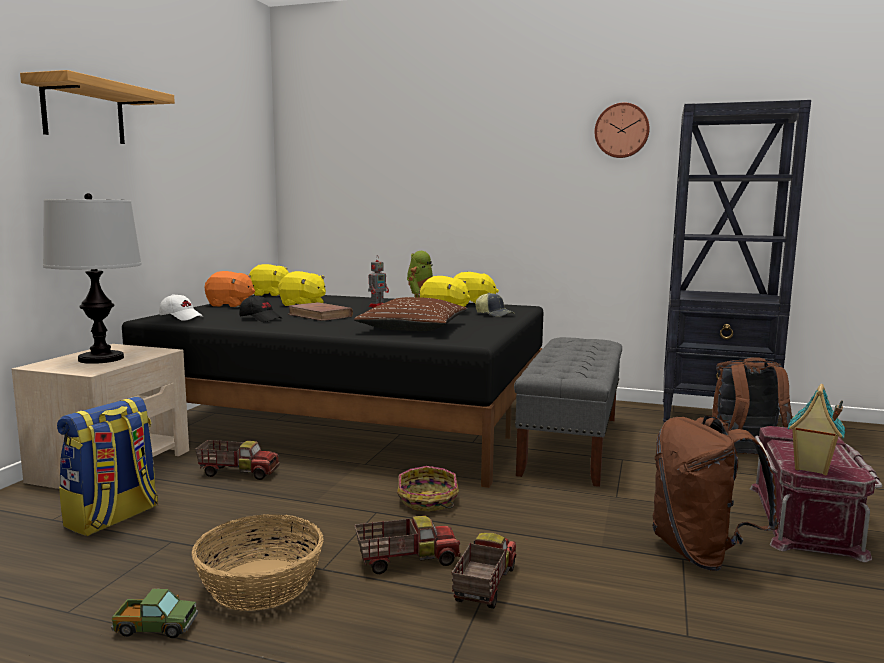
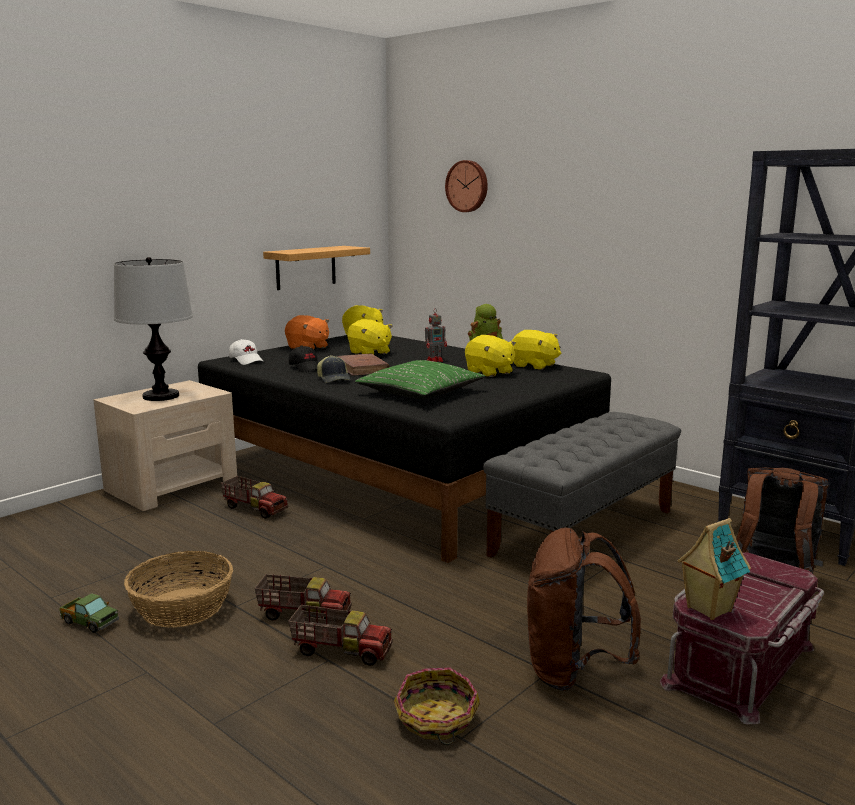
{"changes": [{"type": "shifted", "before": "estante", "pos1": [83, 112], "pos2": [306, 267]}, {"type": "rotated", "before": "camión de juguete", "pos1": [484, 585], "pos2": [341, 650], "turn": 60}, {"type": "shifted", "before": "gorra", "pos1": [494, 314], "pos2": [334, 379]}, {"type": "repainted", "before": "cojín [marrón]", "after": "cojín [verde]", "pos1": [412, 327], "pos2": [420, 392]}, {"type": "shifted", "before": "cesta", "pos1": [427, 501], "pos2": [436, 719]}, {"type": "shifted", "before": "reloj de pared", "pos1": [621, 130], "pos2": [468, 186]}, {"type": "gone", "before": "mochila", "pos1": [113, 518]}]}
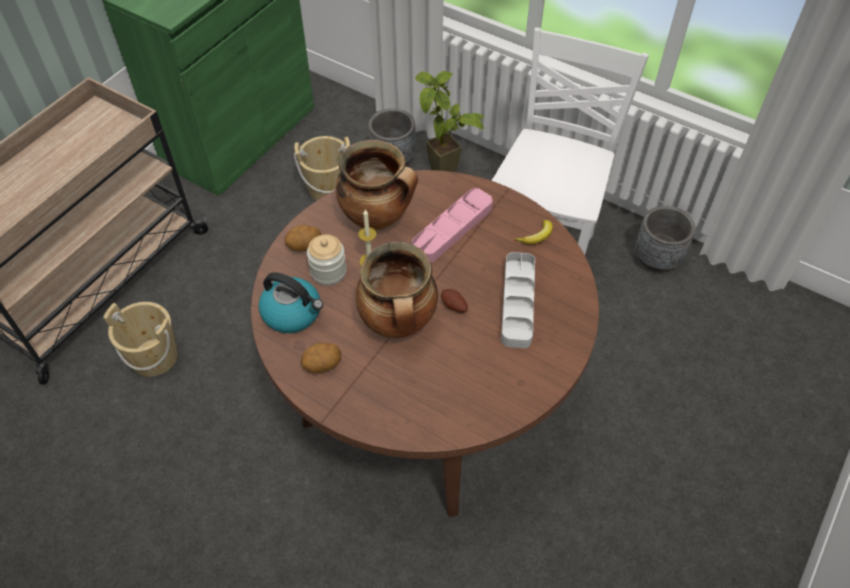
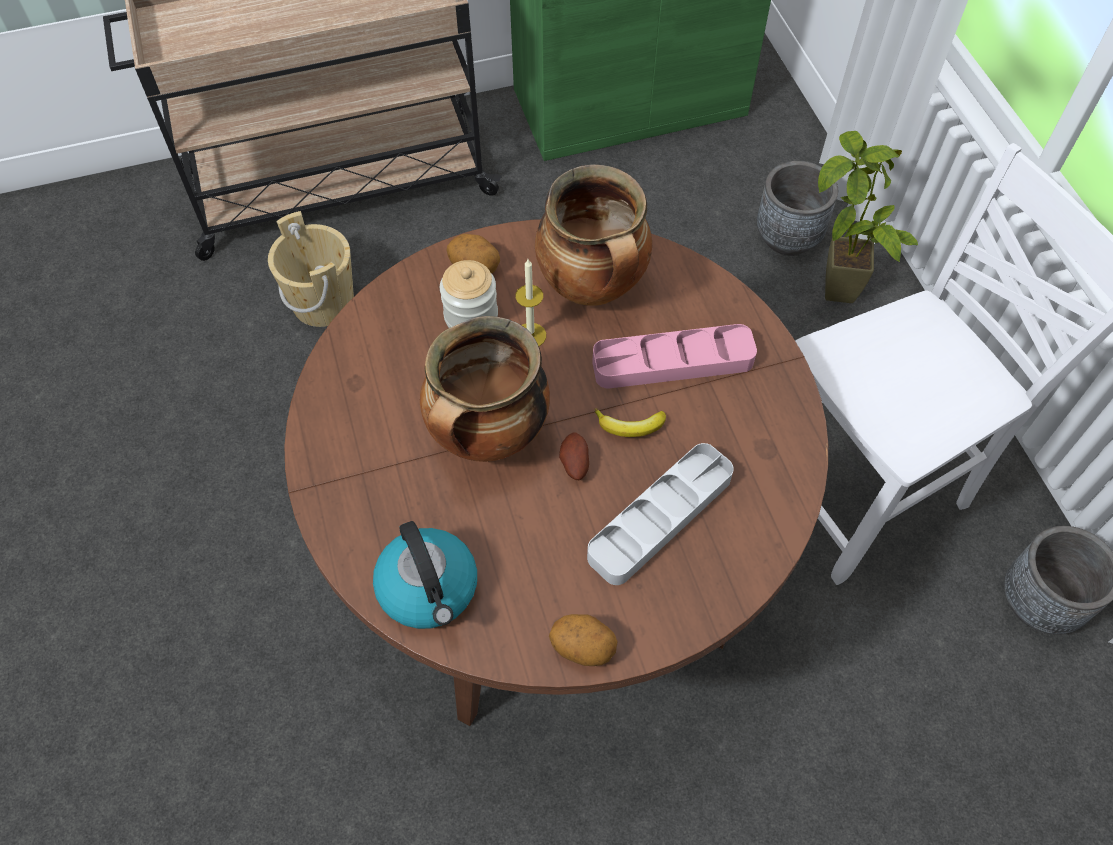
{"changes": [{"type": "shifted", "before": "hervidor", "pos1": [293, 313], "pos2": [429, 589]}, {"type": "shifted", "before": "patata", "pos1": [322, 365], "pos2": [583, 647]}, {"type": "shifted", "before": "plátano", "pos1": [536, 236], "pos2": [630, 426]}, {"type": "gone", "before": "cubo [beis]", "pos1": [327, 188]}]}
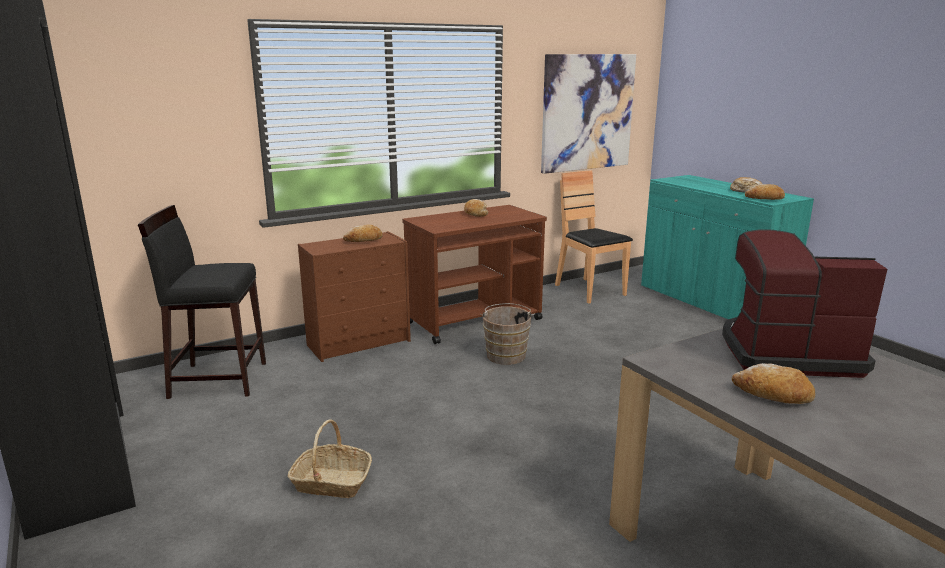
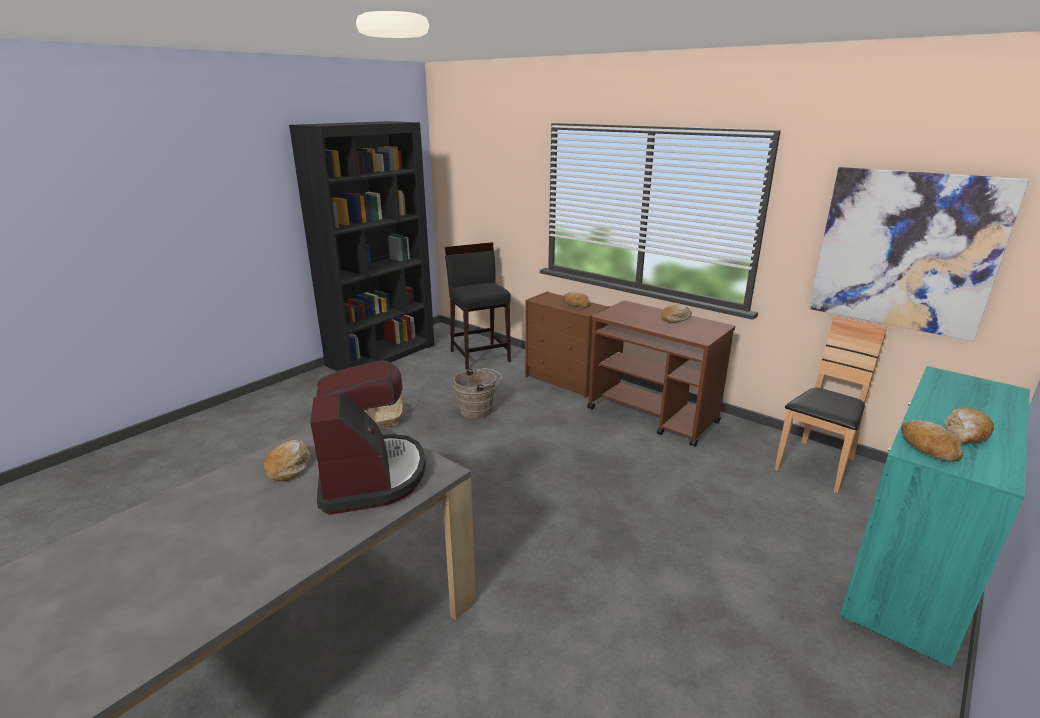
{"changes": [{"type": "shifted", "before": "cubo [marrón]", "pos1": [506, 354], "pos2": [478, 410]}]}
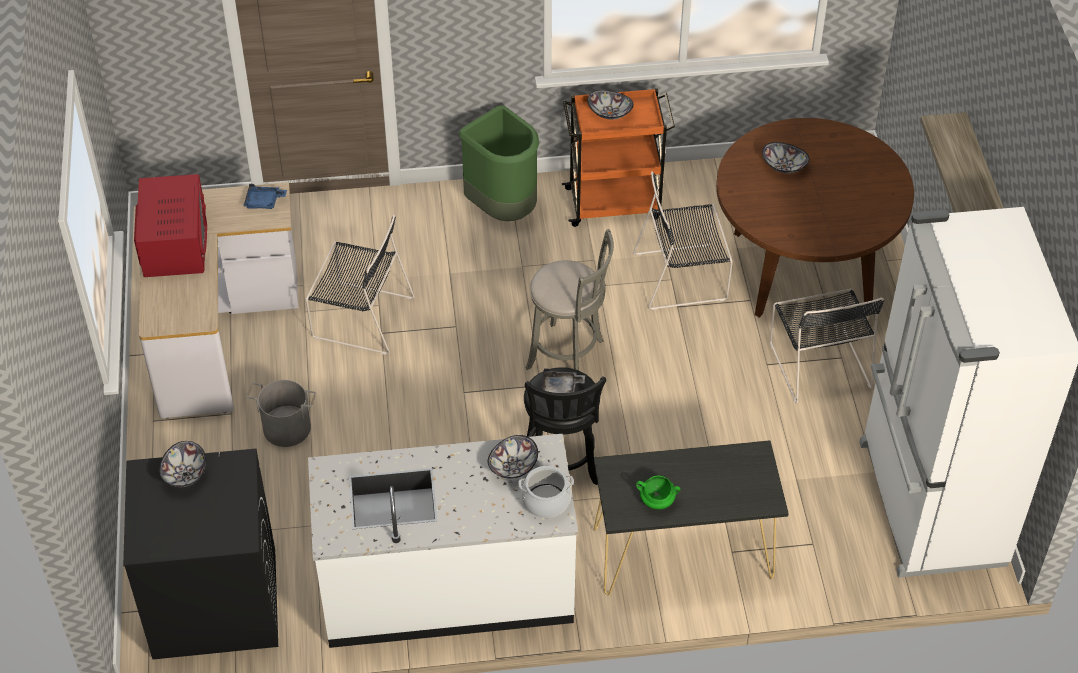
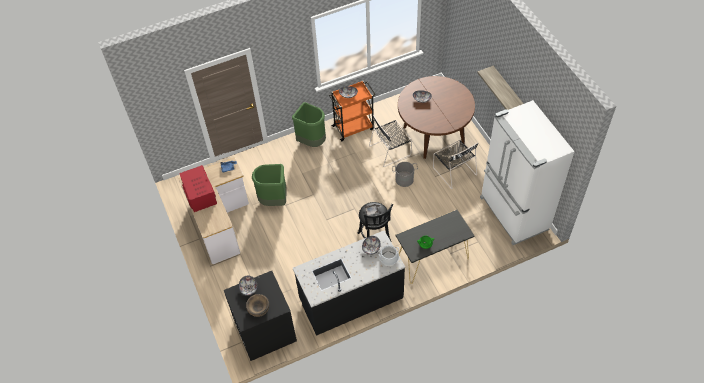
{"changes": [{"type": "new", "after": "cuenco [marrón]", "pos2": [258, 308]}, {"type": "swapped", "before": "silla [negro]", "after": "papelera [verde]", "pos1": [360, 317], "pos2": [274, 201]}, {"type": "repainted", "before": "mueble bajo de cocina [blanco]", "after": "mueble bajo de cocina [negro]", "pos1": [447, 587], "pos2": [351, 298]}, {"type": "shifted", "before": "cubo [gris]", "pos1": [287, 427], "pos2": [404, 179]}, {"type": "gone", "before": "taburete [gris]", "pos1": [569, 356]}]}
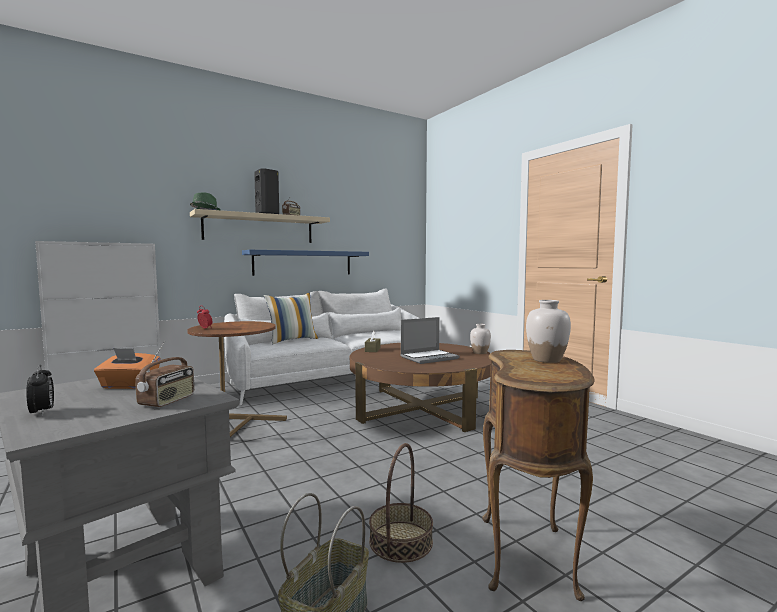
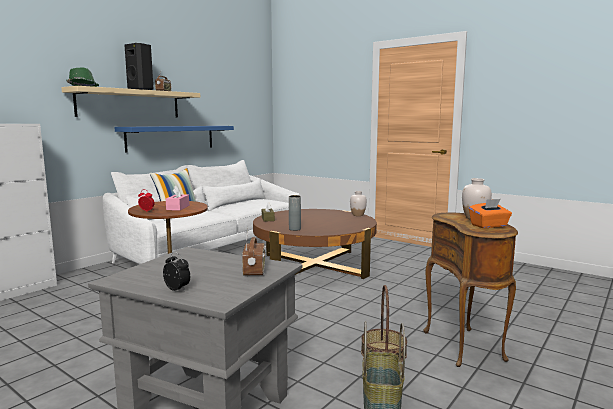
{"changes": [{"type": "new", "after": "caja de pañuelos [rosa]", "pos2": [178, 207]}, {"type": "new", "after": "florero [gris]", "pos2": [294, 229]}, {"type": "shifted", "before": "caja de pañuelos [naranja]", "pos1": [129, 386], "pos2": [489, 226]}, {"type": "gone", "before": "portátil", "pos1": [429, 357]}]}
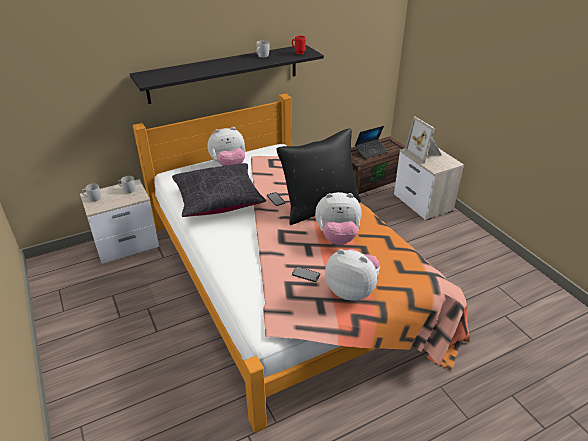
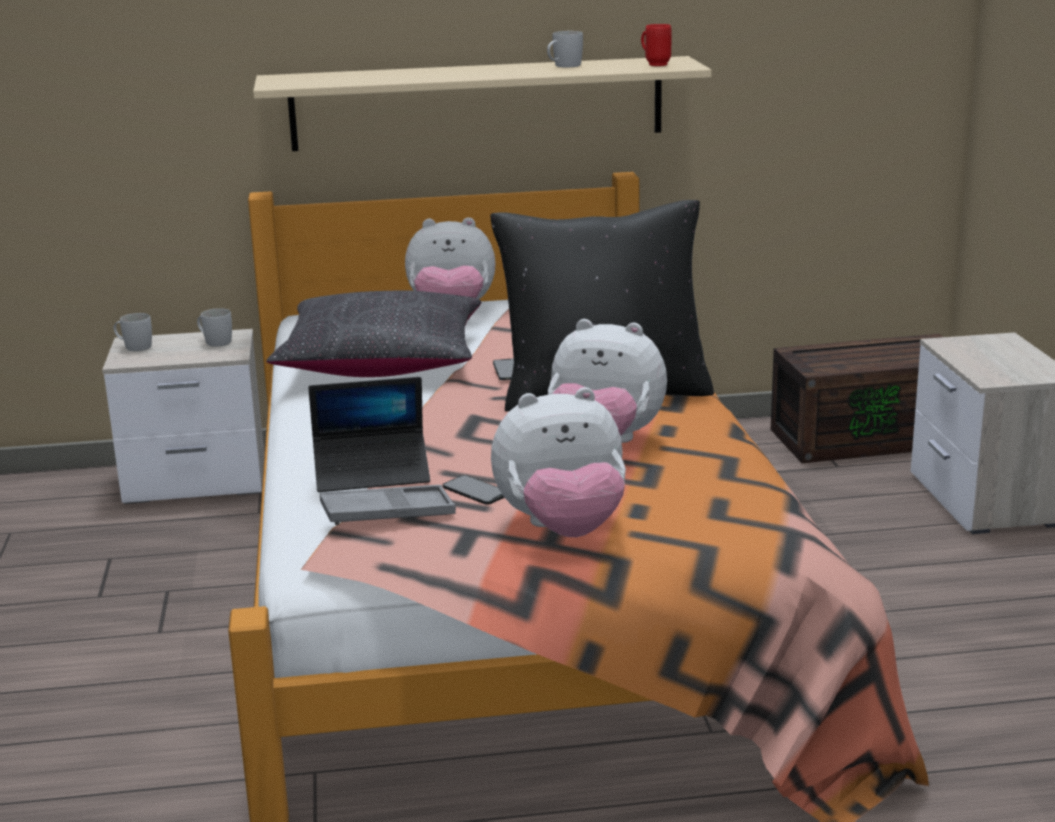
{"changes": [{"type": "repainted", "before": "estante [negro]", "after": "estante [beis]", "pos1": [224, 73], "pos2": [477, 103]}, {"type": "shifted", "before": "portátil", "pos1": [371, 151], "pos2": [372, 473]}, {"type": "new", "after": "bandeja [gris]", "pos2": [388, 513]}, {"type": "rotated", "before": "peluche", "pos1": [352, 290], "pos2": [562, 529], "turn": 120}, {"type": "gone", "before": "portarretratos", "pos1": [424, 153]}]}
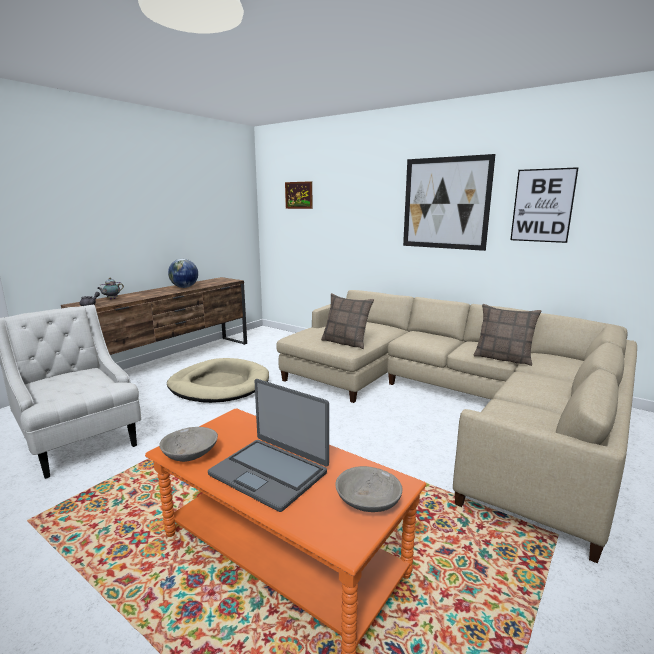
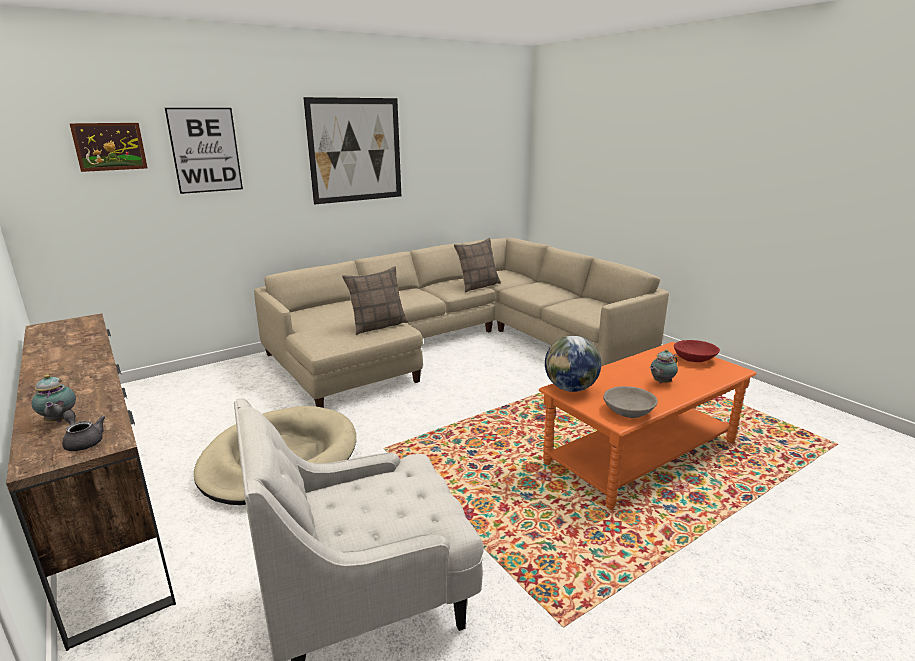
{"changes": [{"type": "shifted", "before": "cuadro", "pos1": [542, 205], "pos2": [205, 150]}, {"type": "shifted", "before": "globo terráqueo", "pos1": [184, 287], "pos2": [570, 388]}, {"type": "swapped", "before": "portátil", "after": "tetera", "pos1": [269, 473], "pos2": [660, 382]}, {"type": "repainted", "before": "cuenco [gris]", "after": "cuenco [rojo]", "pos1": [367, 501], "pos2": [694, 358]}]}
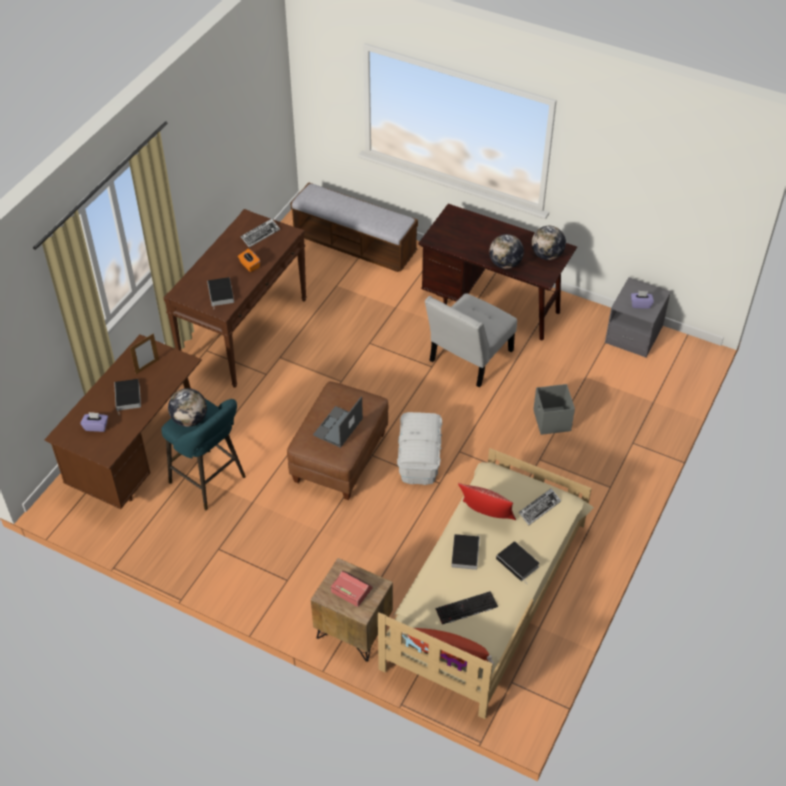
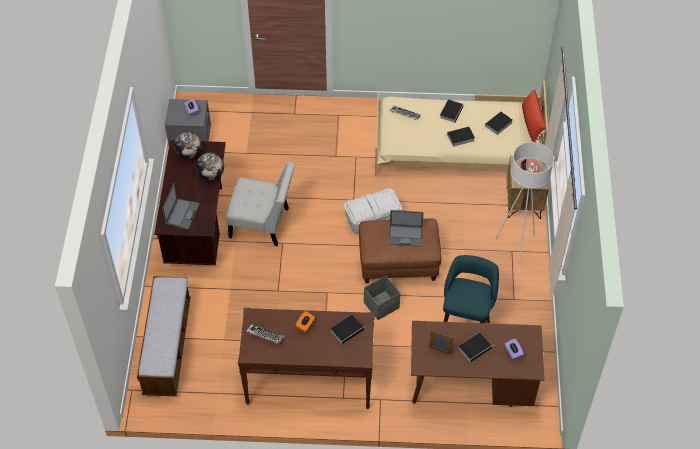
{"changes": [{"type": "new", "after": "portátil", "pos2": [182, 213]}, {"type": "shifted", "before": "caja de almacenaje [gris]", "pos1": [551, 421], "pos2": [382, 305]}, {"type": "swapped", "before": "teclado", "after": "libro", "pos1": [466, 609], "pos2": [498, 125]}, {"type": "new", "after": "lámpara de pie [blanco]", "pos2": [516, 246]}, {"type": "gone", "before": "globo terráqueo", "pos1": [190, 419]}, {"type": "gone", "before": "cojín", "pos1": [486, 516]}]}
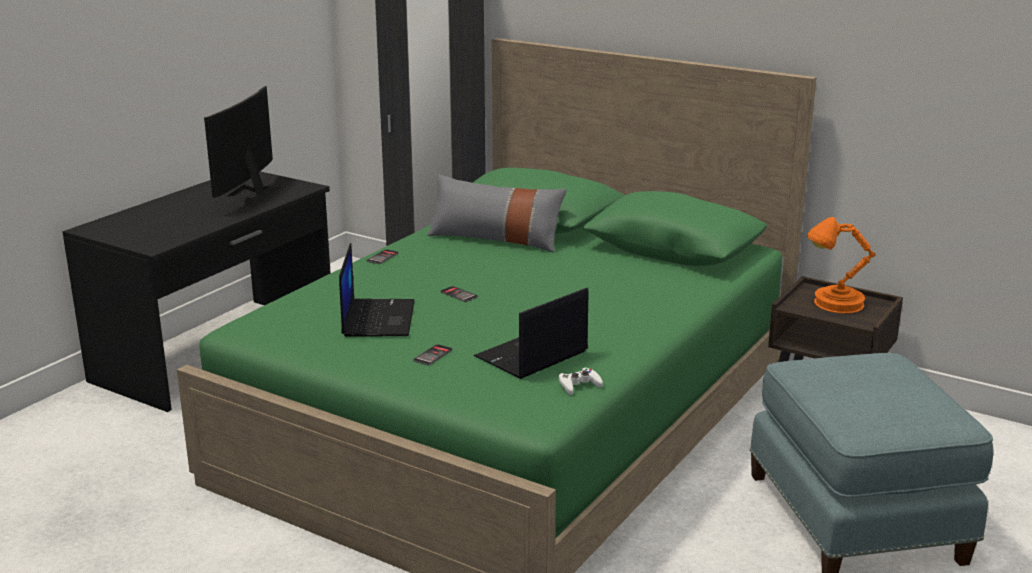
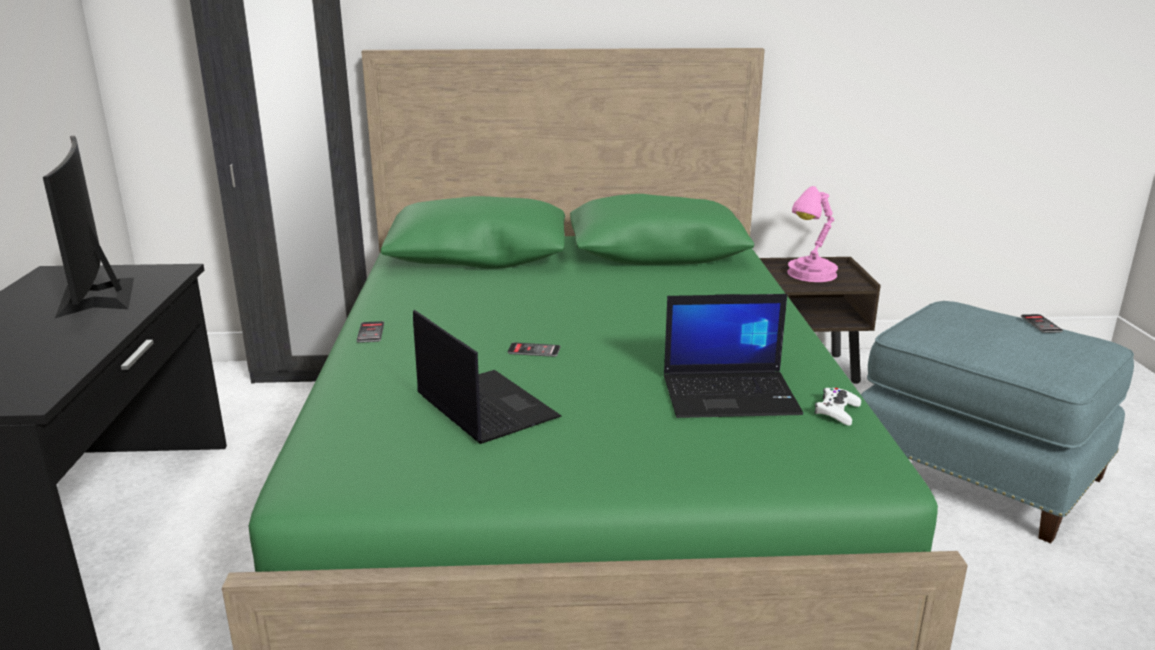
{"changes": [{"type": "rotated", "before": "portátil", "pos1": [531, 355], "pos2": [731, 395], "turn": -105}, {"type": "repainted", "before": "lámpara de mesa [naranja]", "after": "lámpara de mesa [rosa]", "pos1": [835, 304], "pos2": [810, 275]}, {"type": "shifted", "before": "móvil", "pos1": [433, 355], "pos2": [1041, 324]}, {"type": "gone", "before": "cojín [gris]", "pos1": [495, 239]}]}
